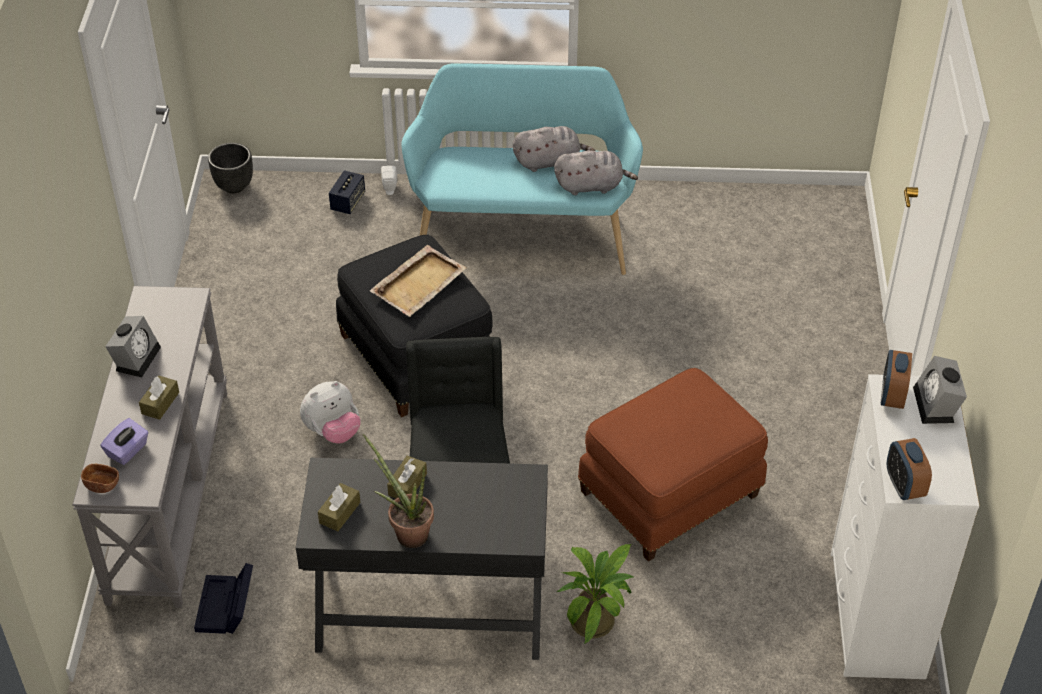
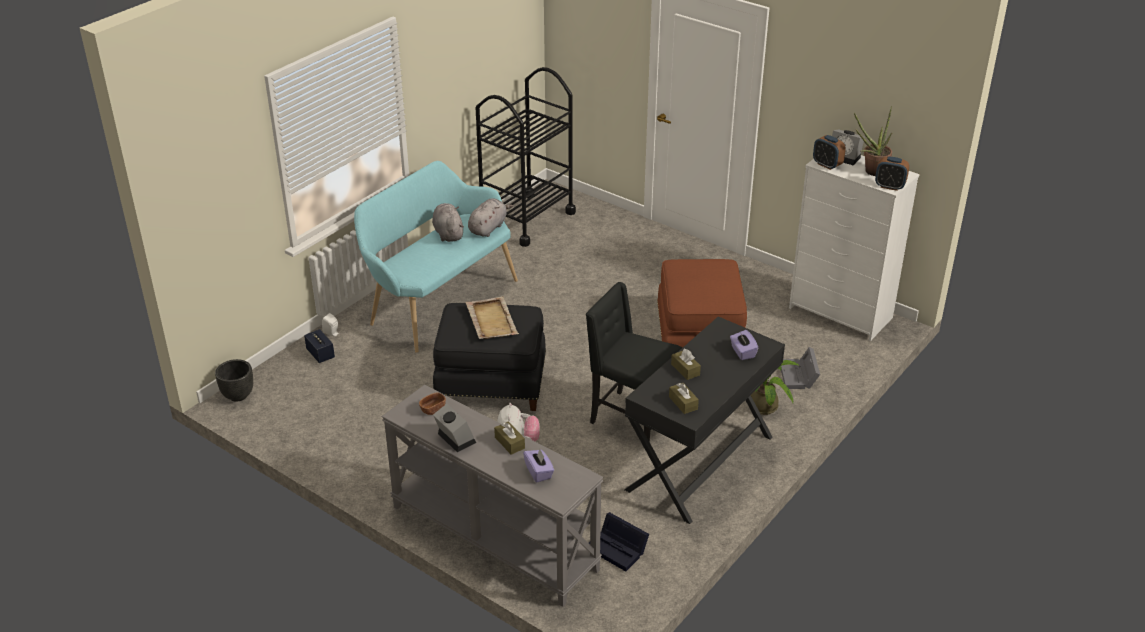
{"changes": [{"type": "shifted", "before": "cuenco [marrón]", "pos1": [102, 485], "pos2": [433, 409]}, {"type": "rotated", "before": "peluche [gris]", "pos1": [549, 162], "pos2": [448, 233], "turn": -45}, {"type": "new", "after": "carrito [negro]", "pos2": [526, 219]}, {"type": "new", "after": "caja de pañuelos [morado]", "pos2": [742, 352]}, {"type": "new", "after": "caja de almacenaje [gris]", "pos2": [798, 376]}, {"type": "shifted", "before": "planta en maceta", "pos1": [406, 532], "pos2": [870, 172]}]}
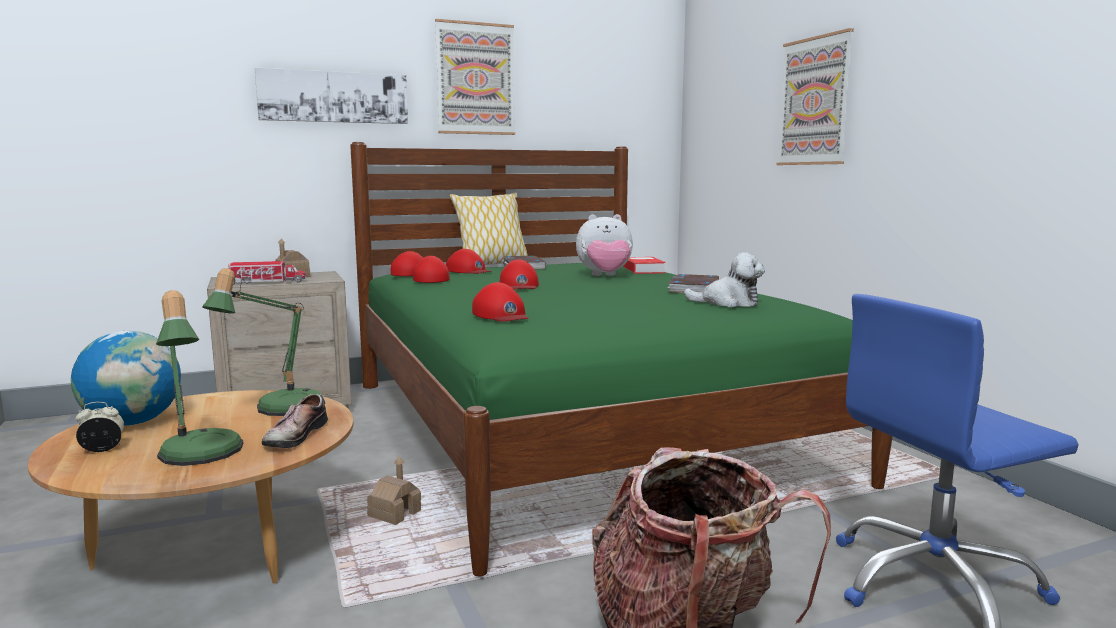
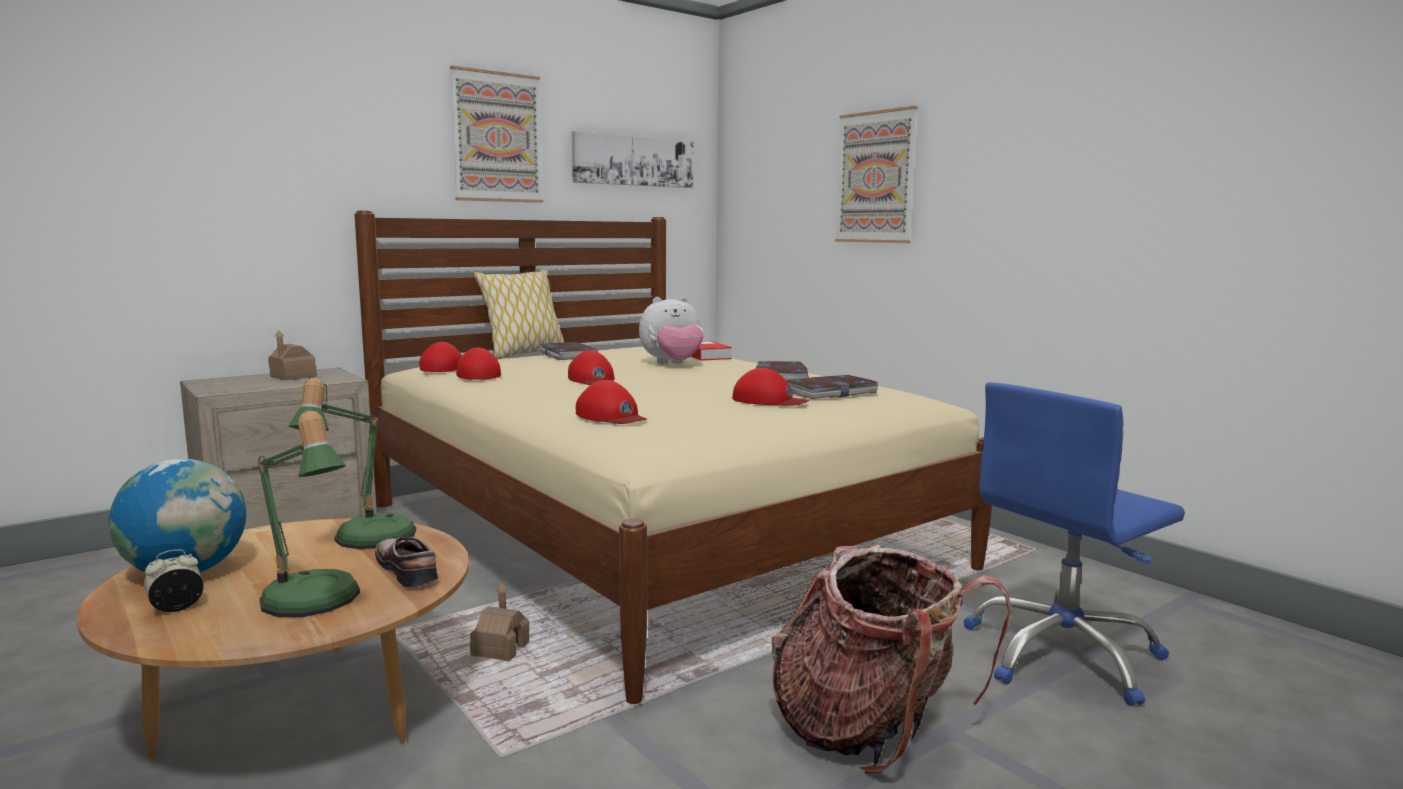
{"changes": [{"type": "repainted", "before": "cama [verde]", "after": "cama [beis]", "pos1": [574, 428], "pos2": [650, 535]}, {"type": "rotated", "before": "zapato", "pos1": [293, 436], "pos2": [410, 570], "turn": 150}, {"type": "shifted", "before": "cuadro", "pos1": [334, 97], "pos2": [633, 161]}, {"type": "shifted", "before": "gorra [rojo]", "pos1": [468, 271], "pos2": [768, 400]}, {"type": "swapped", "before": "peluche", "after": "libro", "pos1": [728, 303], "pos2": [830, 391]}, {"type": "gone", "before": "camión de juguete", "pos1": [267, 282]}]}
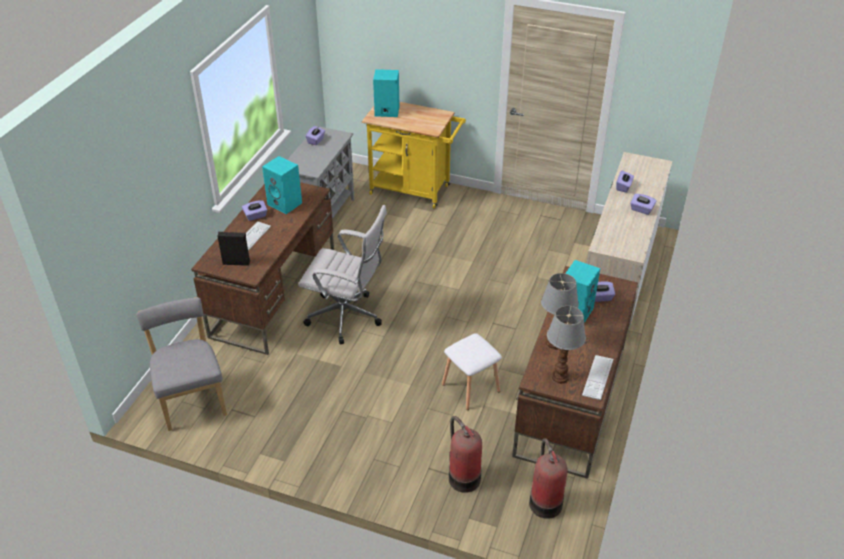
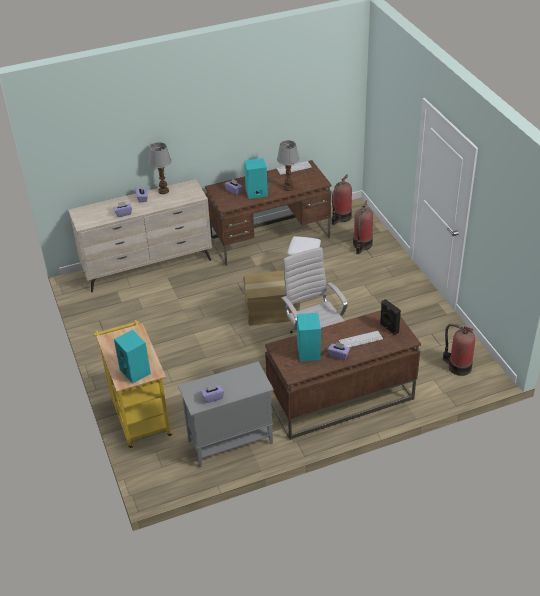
{"changes": [{"type": "shifted", "before": "lámpara de mesa", "pos1": [560, 377], "pos2": [163, 191]}, {"type": "new", "after": "caja de cartón", "pos2": [272, 311]}, {"type": "swapped", "before": "silla [gris]", "after": "extintor", "pos1": [192, 399], "pos2": [458, 366]}]}
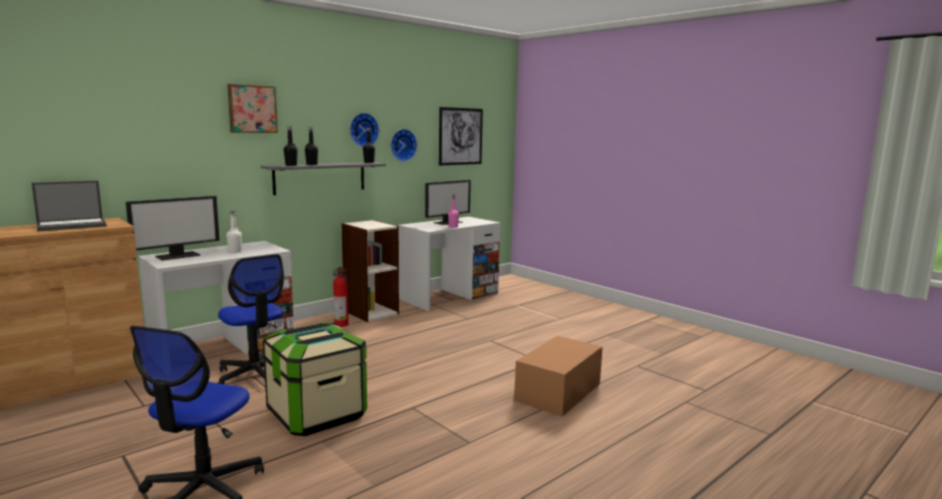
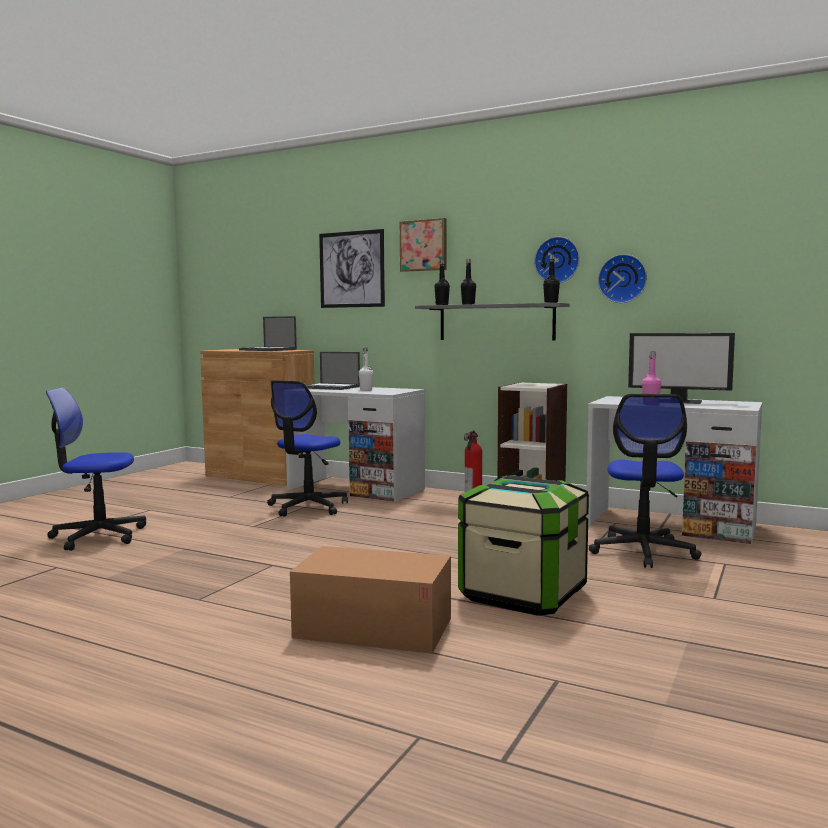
{"changes": [{"type": "swapped", "before": "monitor", "after": "portátil", "pos1": [178, 255], "pos2": [331, 387]}, {"type": "shifted", "before": "cuadro", "pos1": [460, 136], "pos2": [351, 269]}, {"type": "shifted", "before": "caja de almacenaje", "pos1": [317, 414], "pos2": [523, 594]}, {"type": "new", "after": "silla de oficina", "pos2": [643, 552]}]}
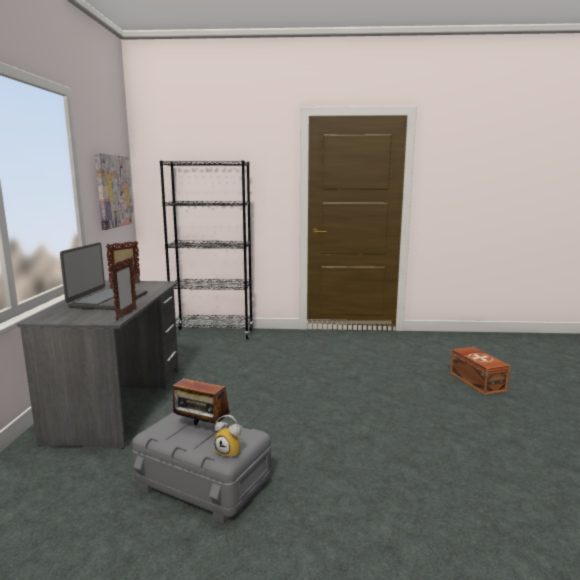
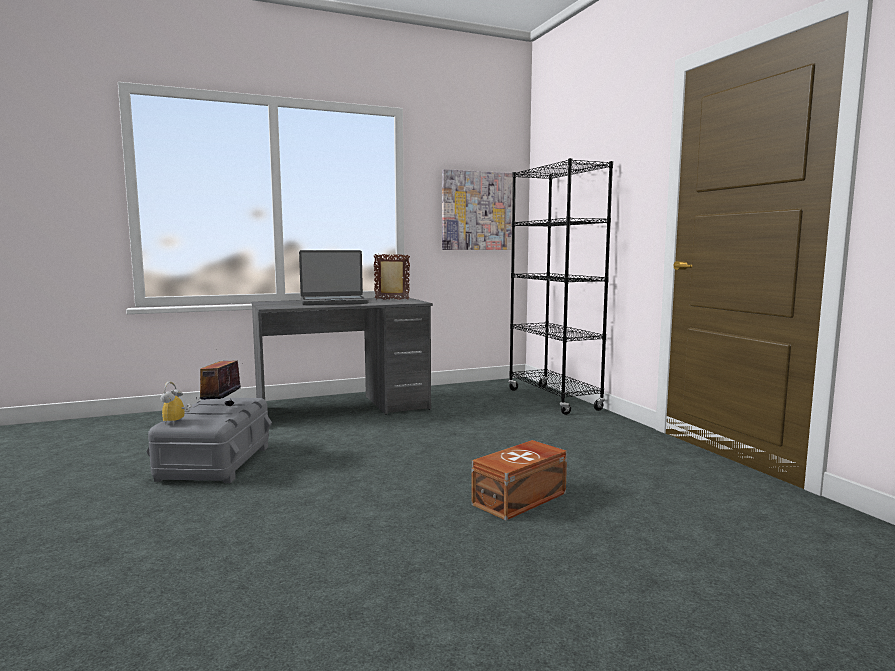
{"changes": [{"type": "shifted", "before": "caja de almacenaje [marrón]", "pos1": [477, 381], "pos2": [521, 499]}, {"type": "gone", "before": "portarretratos", "pos1": [126, 314]}]}
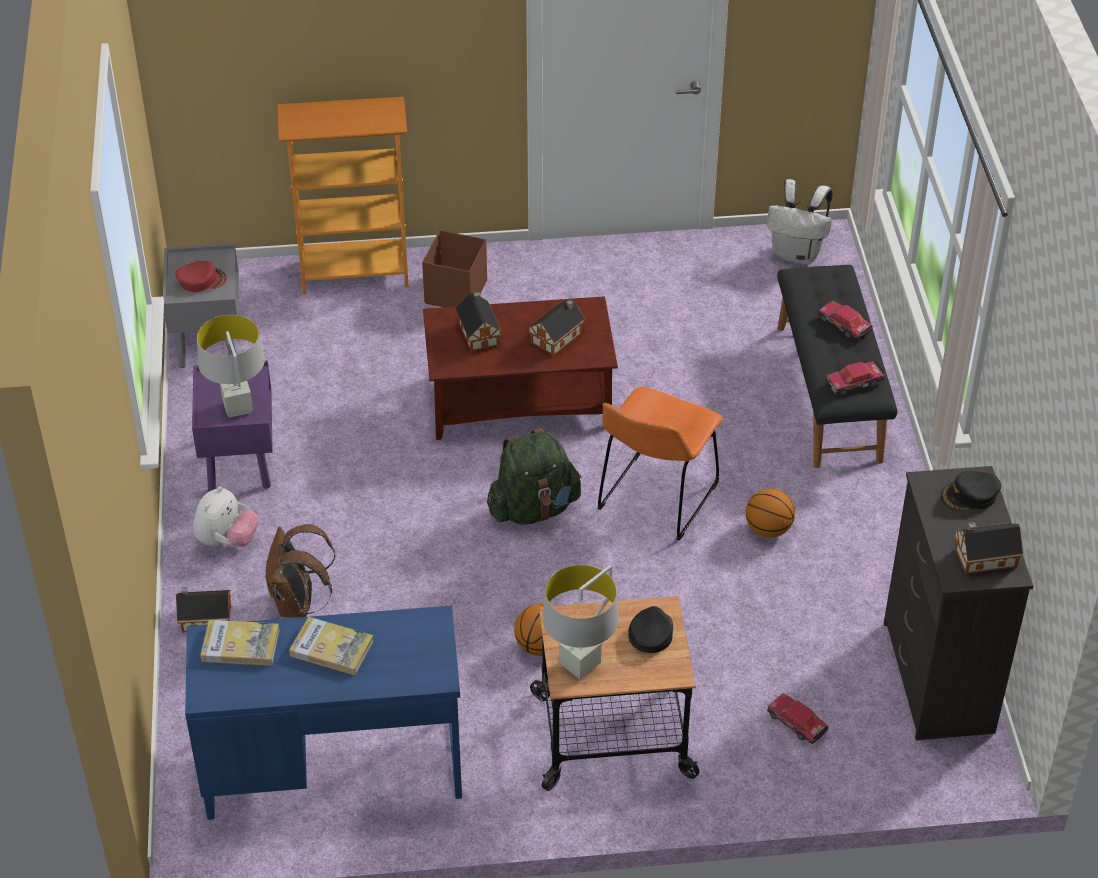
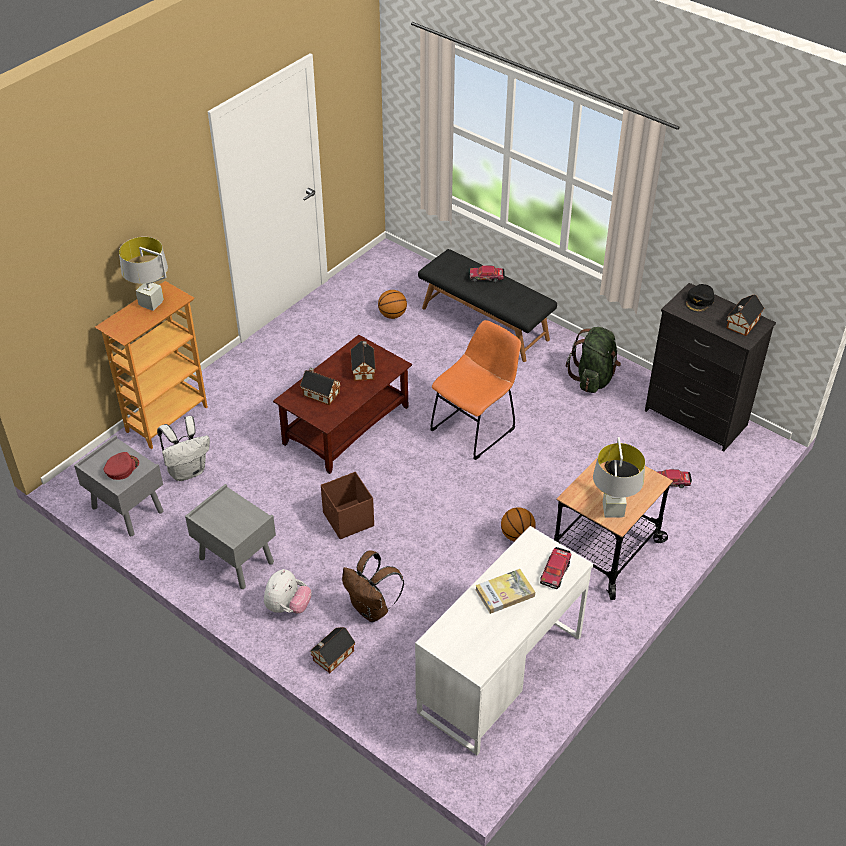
{"changes": [{"type": "shifted", "before": "lámpara de mesa [gris]", "pos1": [238, 408], "pos2": [151, 304]}, {"type": "shifted", "before": "mochila [blanco]", "pos1": [797, 254], "pos2": [188, 471]}, {"type": "repainted", "before": "mesita de noche [morado]", "after": "mesita de noche [gris]", "pos1": [239, 460], "pos2": [235, 560]}, {"type": "rotated", "before": "peluche", "pos1": [227, 540], "pos2": [288, 607], "turn": 45}, {"type": "shifted", "before": "caja de almacenaje [marrón]", "pos1": [455, 293], "pos2": [348, 520]}, {"type": "shifted", "before": "balón de baloncesto", "pos1": [768, 529], "pos2": [392, 315]}, {"type": "repainted", "before": "escritorio [azul]", "after": "escritorio [blanco]", "pos1": [332, 765], "pos2": [500, 673]}, {"type": "rotated", "before": "silla [naranja]", "pos1": [655, 501], "pos2": [475, 427], "turn": -120}, {"type": "shifted", "before": "coche de juguete", "pos1": [854, 382], "pos2": [555, 571]}, {"type": "shifted", "before": "mochila [verde]", "pos1": [534, 508], "pos2": [593, 378]}, {"type": "gone", "before": "libro", "pos1": [240, 645]}]}
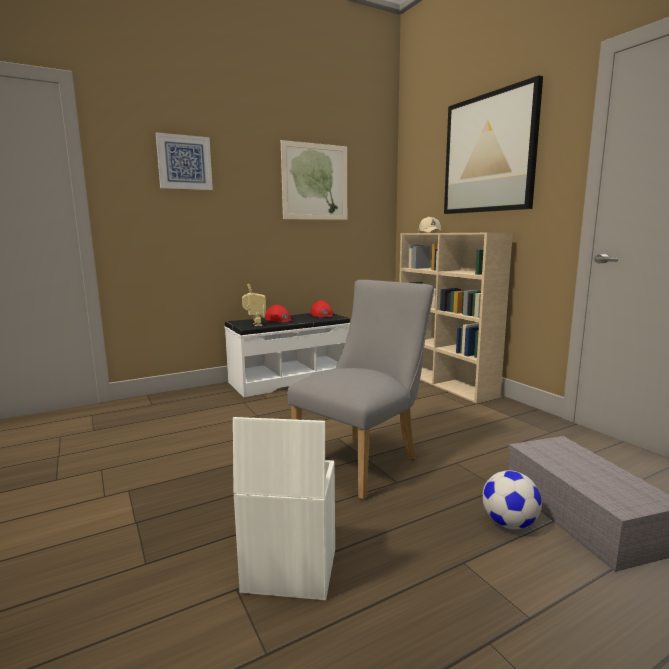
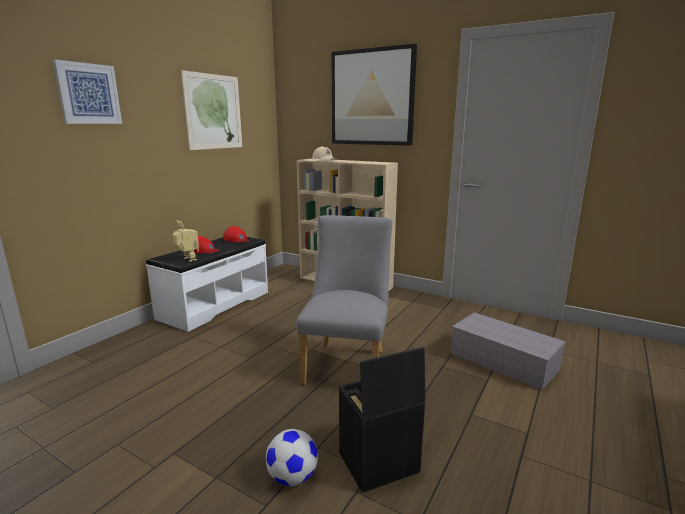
{"changes": [{"type": "shifted", "before": "balón de fútbol", "pos1": [509, 523], "pos2": [292, 477]}, {"type": "repainted", "before": "caja de almacenaje [blanco]", "after": "caja de almacenaje [negro]", "pos1": [288, 570], "pos2": [377, 463]}]}
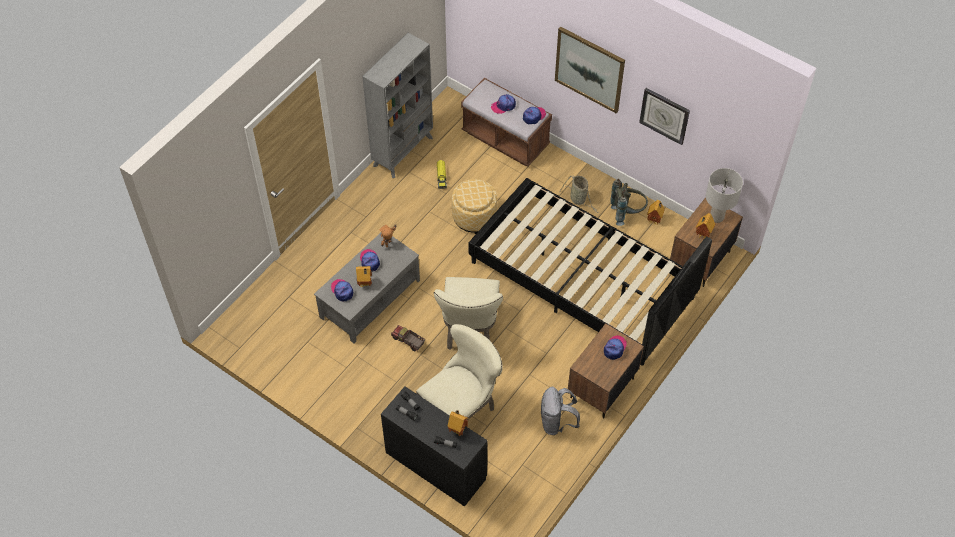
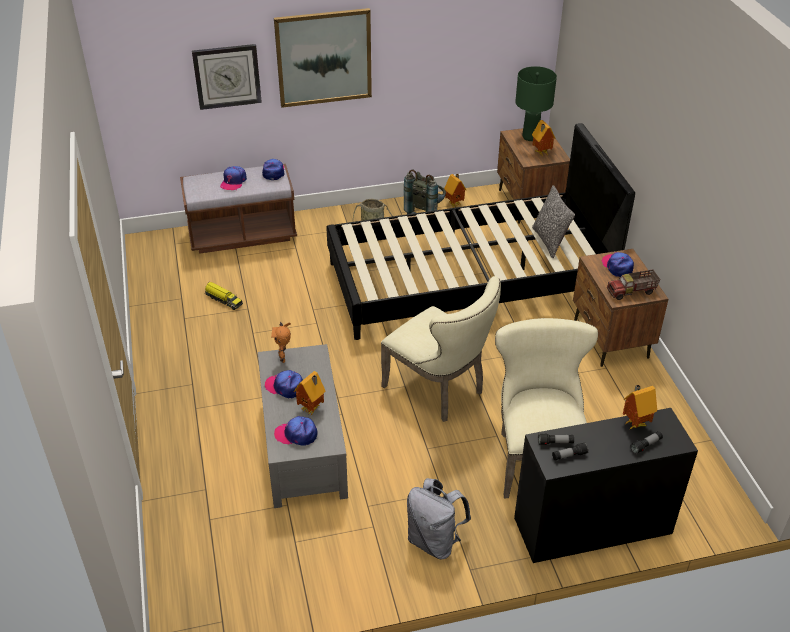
{"changes": [{"type": "shifted", "before": "reloj de pared", "pos1": [664, 115], "pos2": [227, 76]}, {"type": "shifted", "before": "mochila [gris]", "pos1": [557, 422], "pos2": [434, 541]}, {"type": "repainted", "before": "lámpara de mesa [gris]", "after": "lámpara de mesa [verde]", "pos1": [716, 217], "pos2": [530, 137]}, {"type": "new", "after": "cojín", "pos2": [549, 241]}, {"type": "shifted", "before": "camión de juguete", "pos1": [408, 341], "pos2": [632, 292]}, {"type": "gone", "before": "estantería [gris]", "pos1": [403, 151]}, {"type": "gone", "before": "puf", "pos1": [474, 217]}]}
